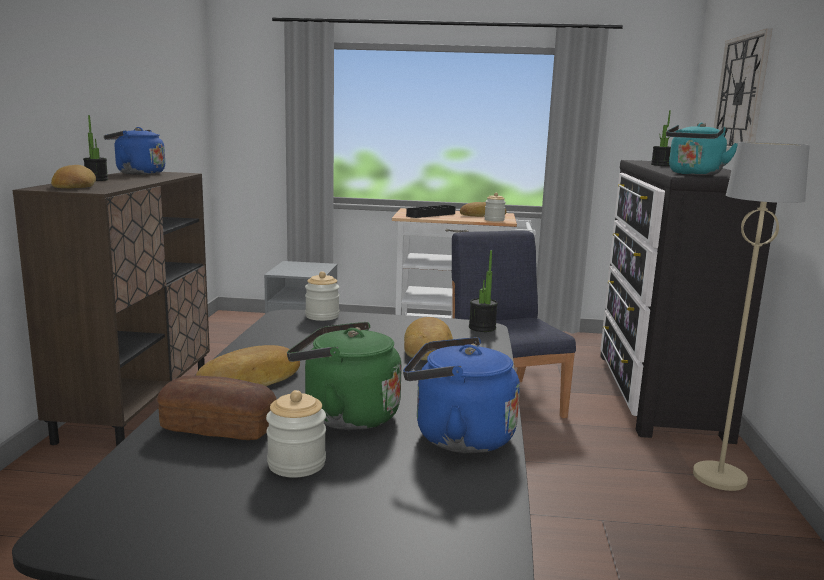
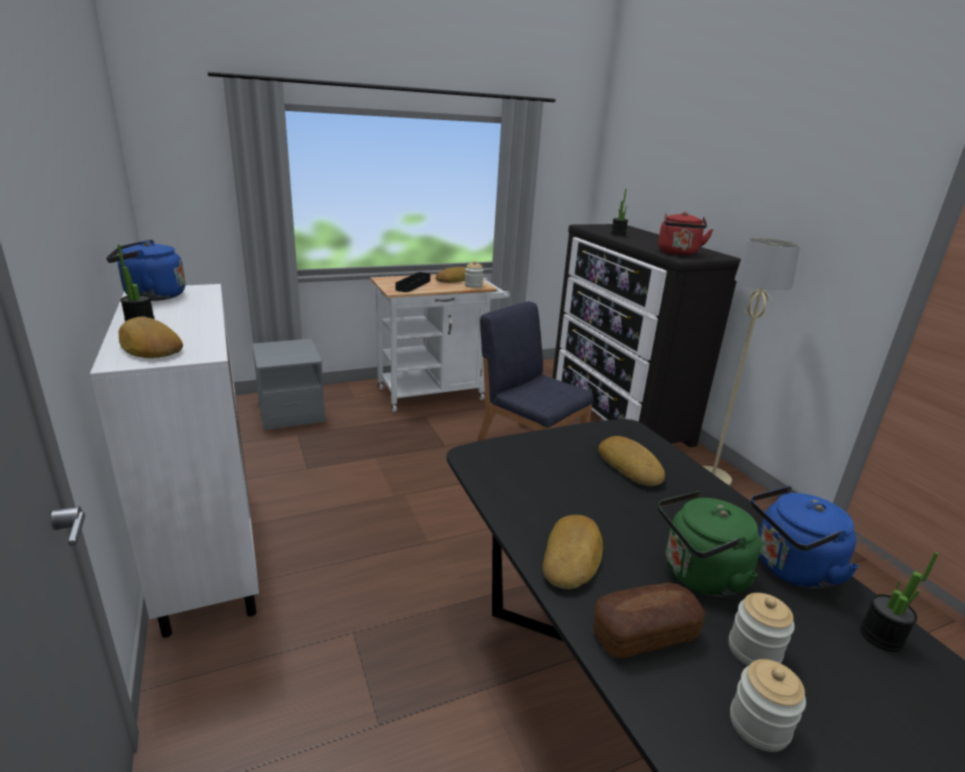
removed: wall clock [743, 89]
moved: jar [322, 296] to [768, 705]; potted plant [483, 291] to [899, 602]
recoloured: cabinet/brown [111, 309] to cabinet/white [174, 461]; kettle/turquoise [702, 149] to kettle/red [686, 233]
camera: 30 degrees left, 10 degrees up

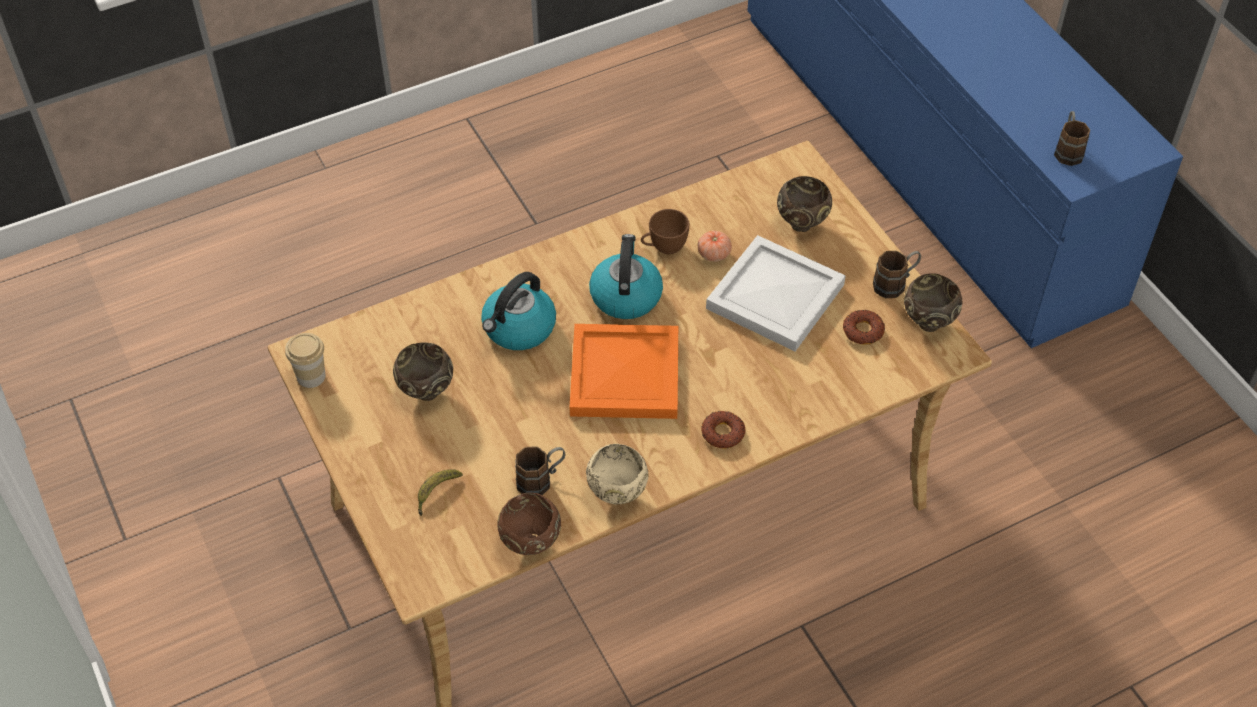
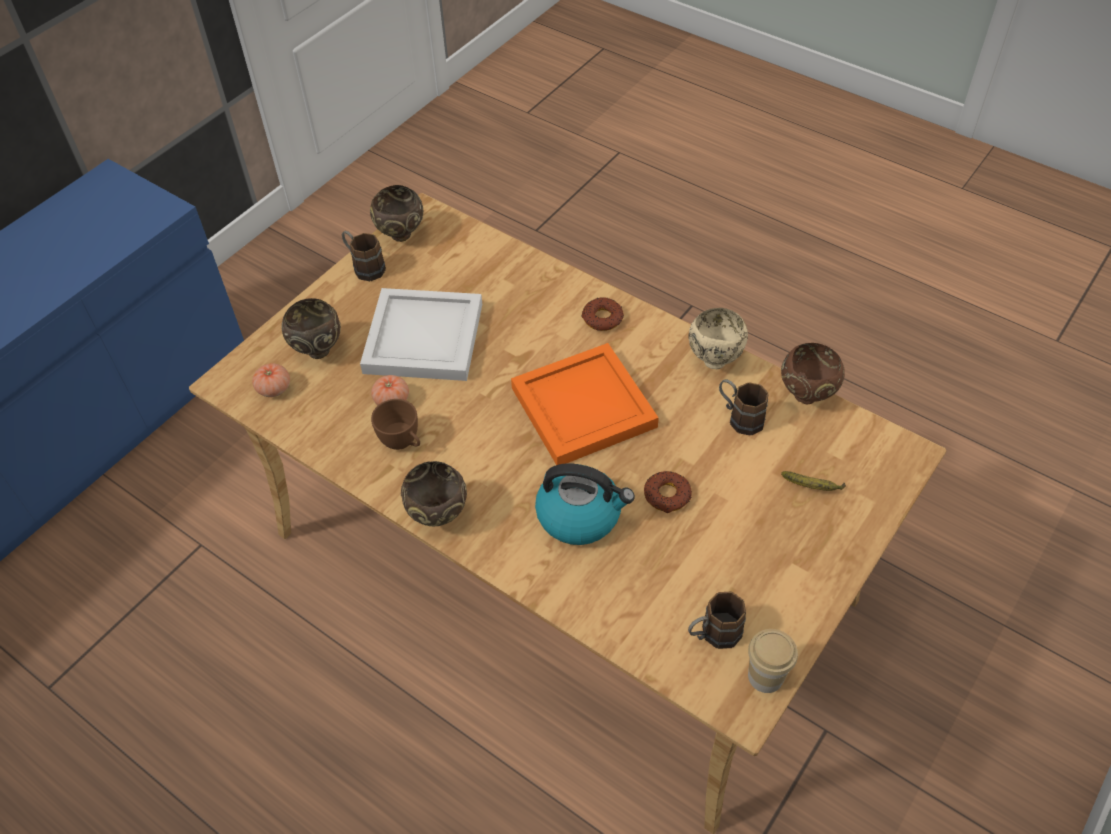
removed: kettle [626, 276]
added: tomato [271, 380]
moved: bowl/brown [423, 371] to [434, 493]; donut [864, 327] to [668, 492]; mug/brown [1072, 138] to [717, 620]
camera: 115 degrees left, 0 degrees up

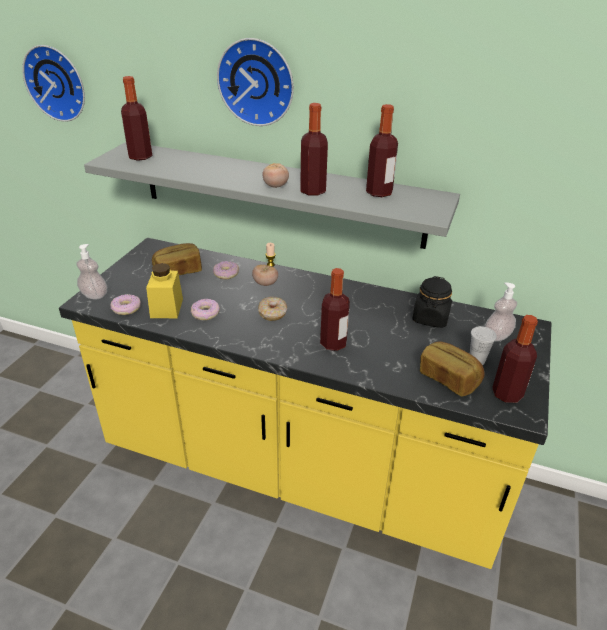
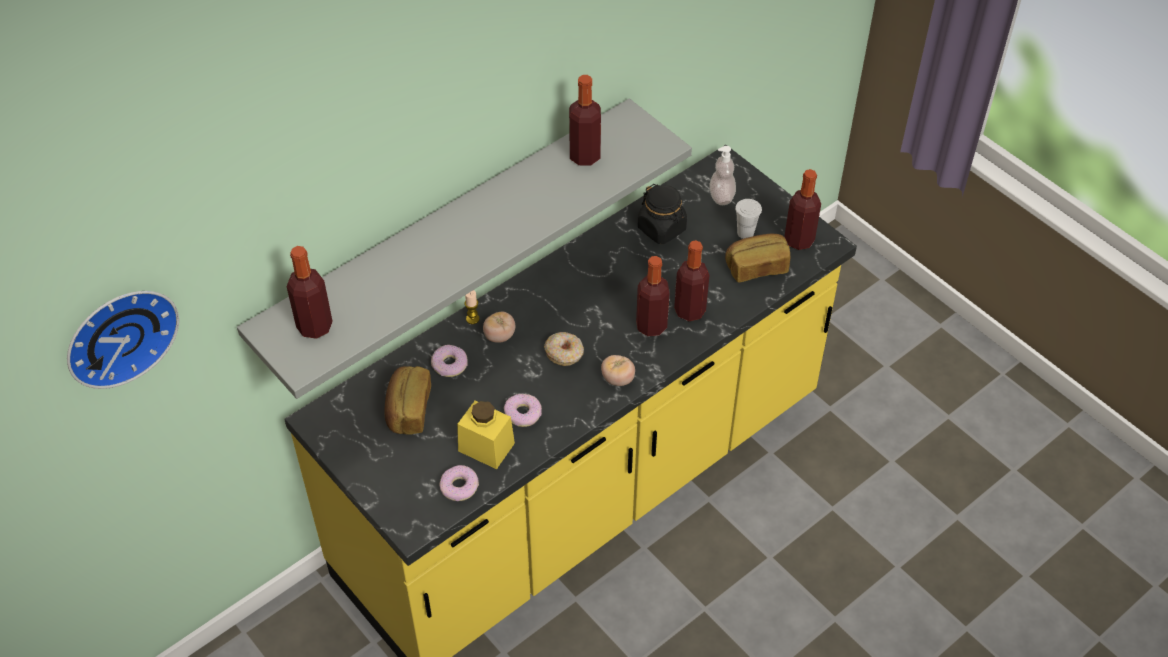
removed: soap dispenser [91, 272]; wall clock [255, 82]
moved: tomato [275, 175] to [618, 370]; bottle [314, 149] to [691, 280]
camera: 60 degrees left, 15 degrees up

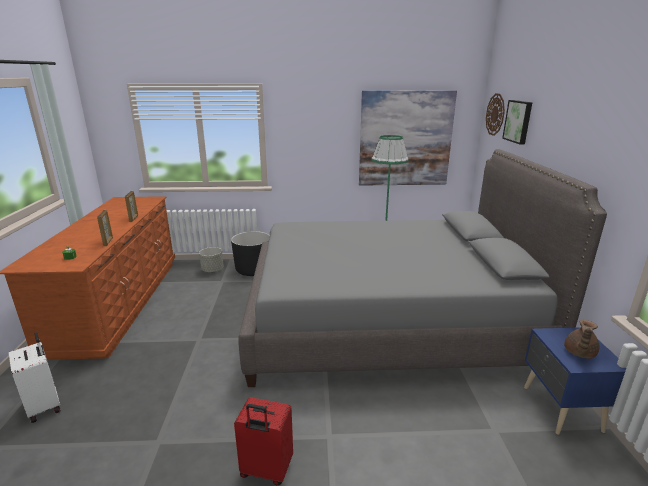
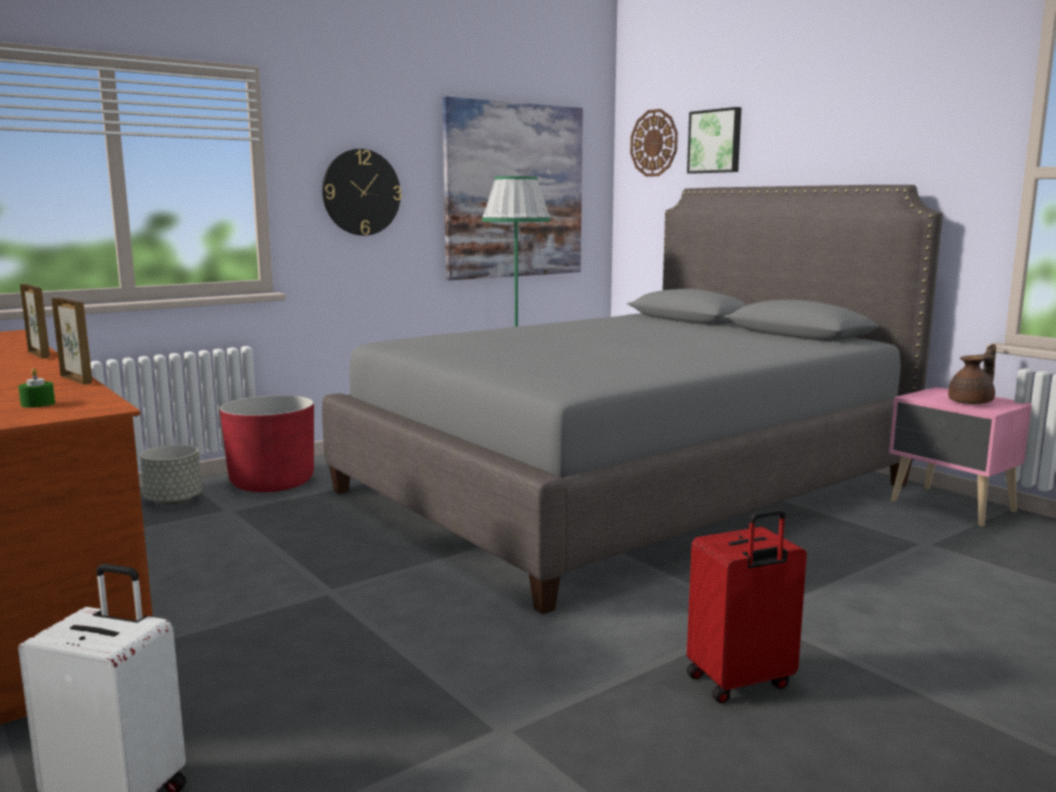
added: wall clock [362, 192]
recoloured: planter/black [250, 253] to planter/red [267, 443]; nightstand/blue [575, 381] to nightstand/pink [960, 457]
turned: teapot/brown [582, 339] = [972, 374] 120 degrees counterclockwise
camera: 35 degrees left, 10 degrees down

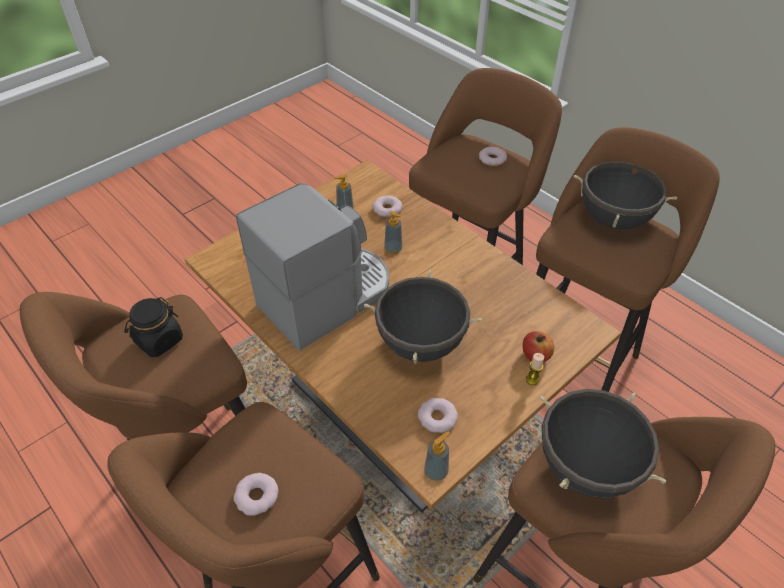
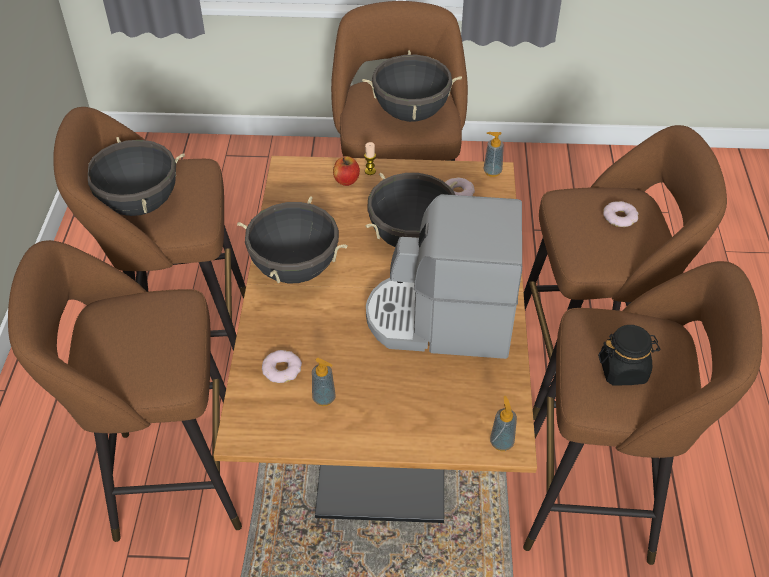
removed: donut [493, 156]
added: cooking pot/black [292, 240]
moved: soap dispenser [393, 232] to [503, 423]
camera: 135 degrees left, 0 degrees up

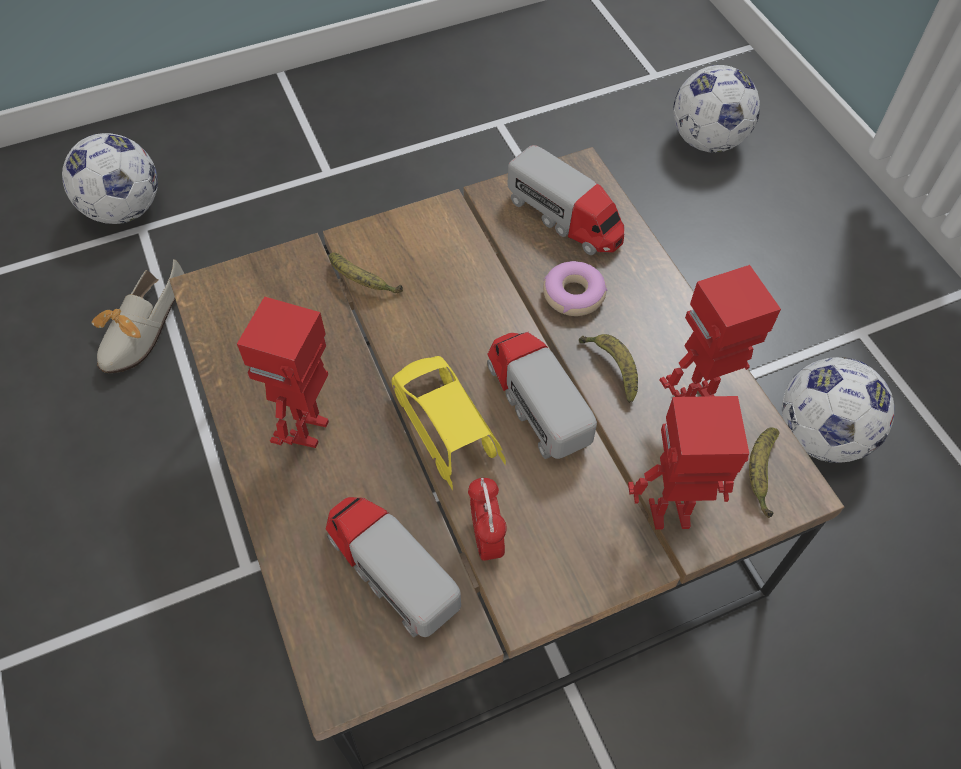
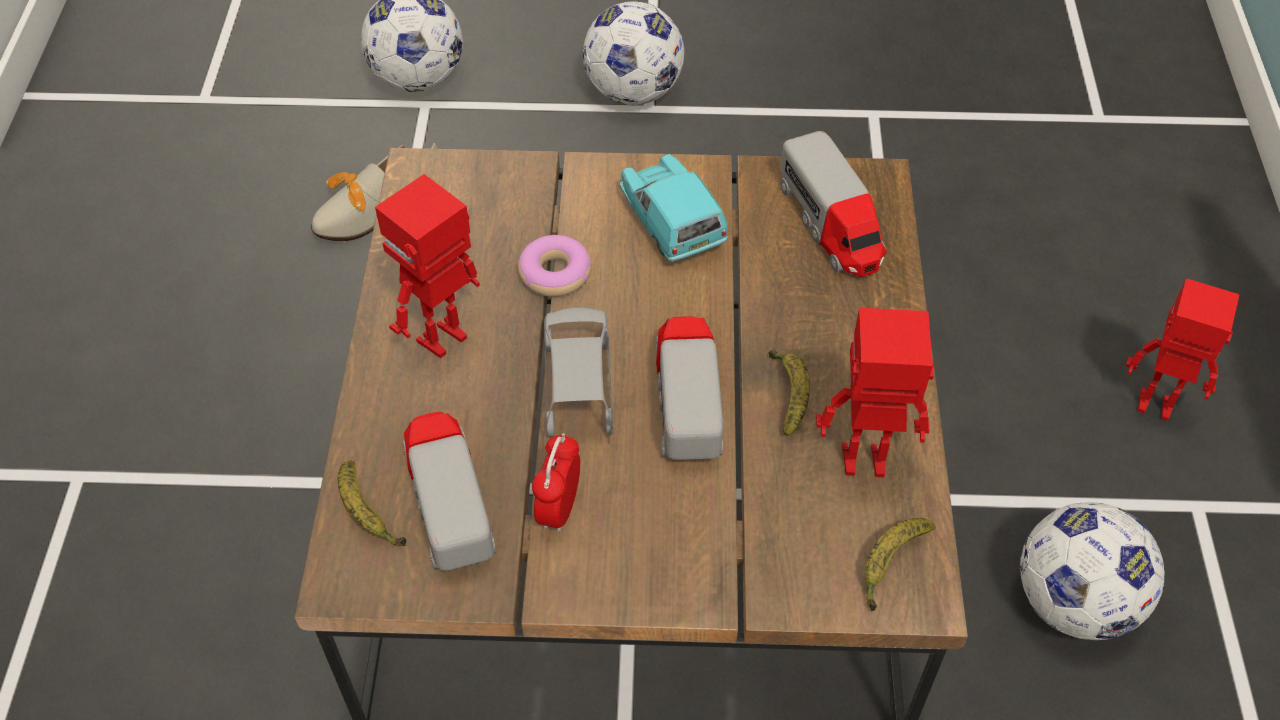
added: toy car/turquoise [674, 208]
moved: banana [366, 273] to [372, 503]; donut [575, 288] to [555, 266]; football [716, 109] to [633, 53]; toy robot [688, 463] to [1183, 349]
recoloured: toy car/yellow [449, 423] to toy car/grey [579, 374]
camera: 25 degrees right, 5 degrees down

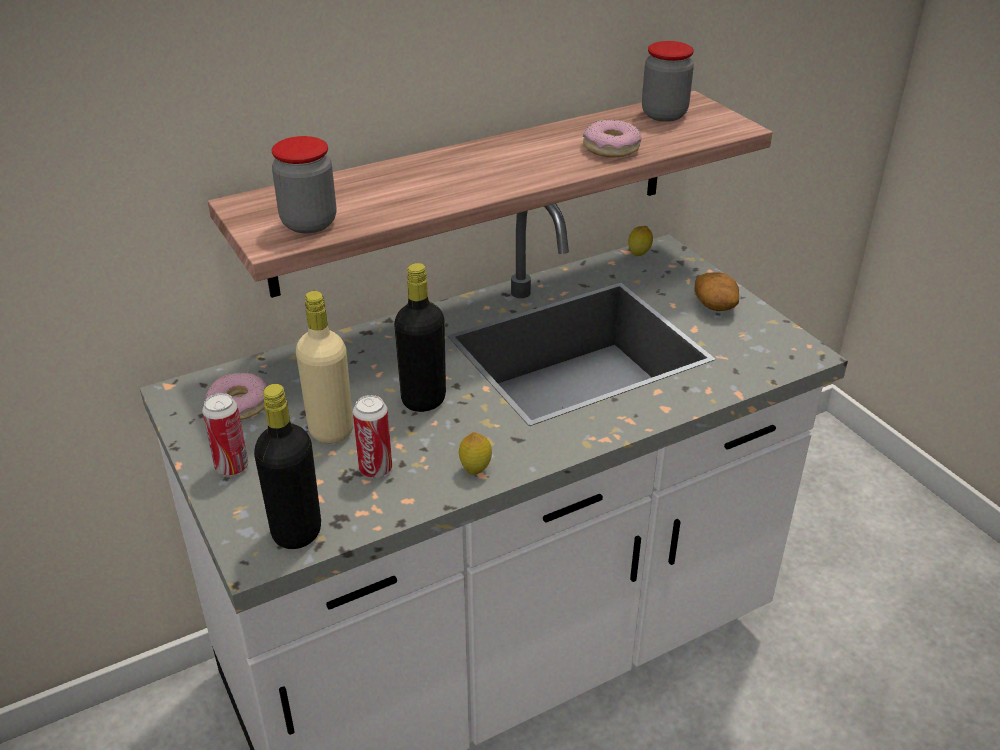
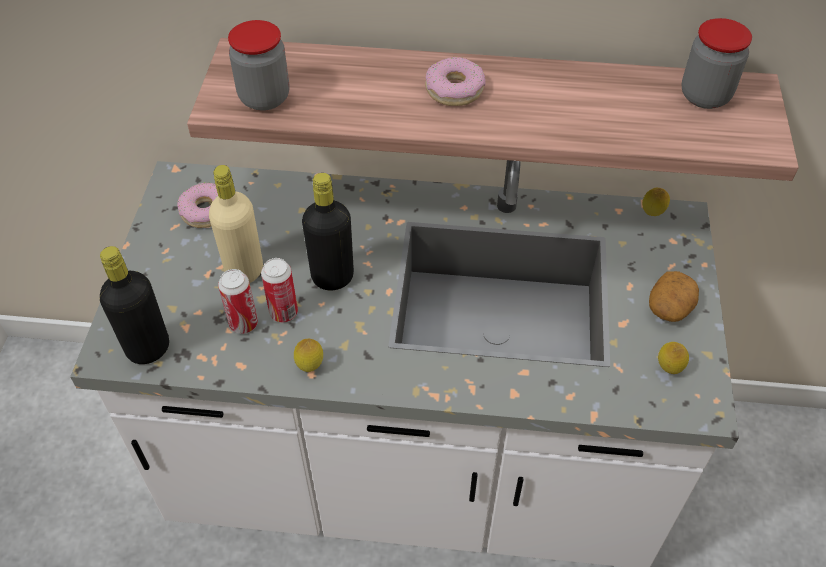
added: lemon [673, 358]
moved: can [225, 434] to [279, 290]; donut [612, 138] to [455, 81]
camera: 35 degrees right, 15 degrees up

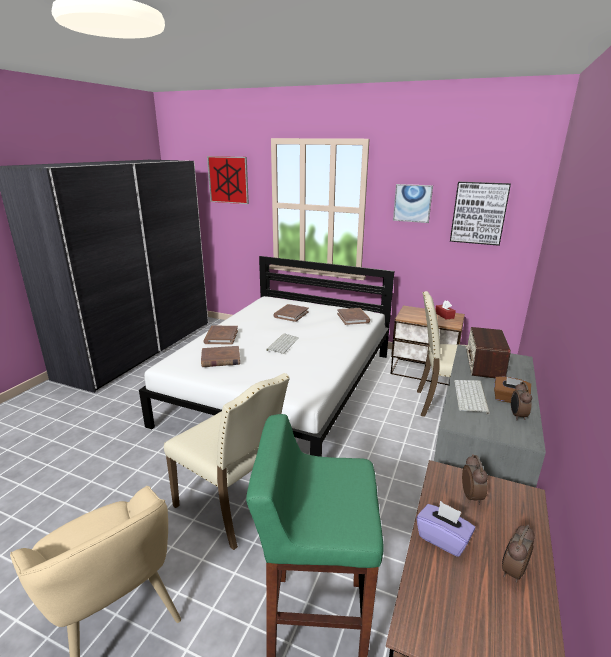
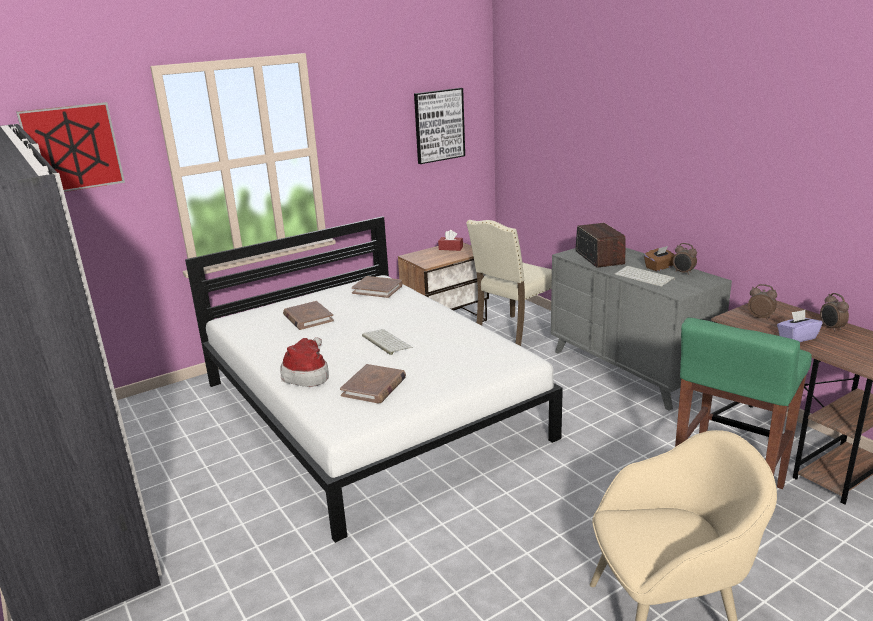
removed: chair/beige [227, 461]; picture [413, 203]
replaced: book/brown [220, 335] to hat [304, 362]
turned: radio [488, 352] = [600, 245] 150 degrees counterclockwise
camera: 55 degrees left, 0 degrees up

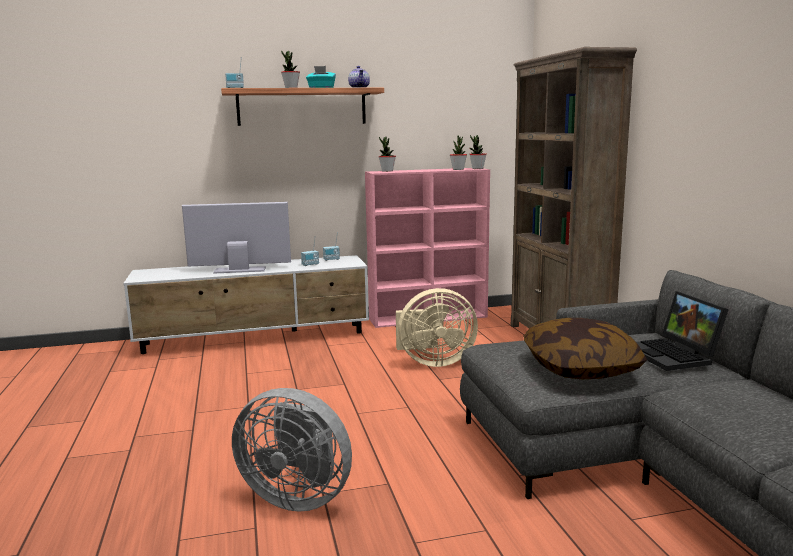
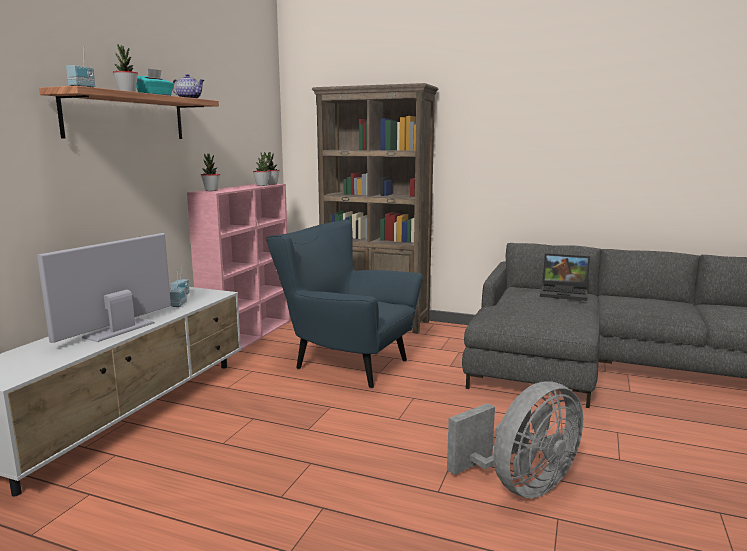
removed: pillow [585, 348]
replaced: fan/beige [437, 327] to armchair/blue [344, 304]
camera: 55 degrees left, 0 degrees up

